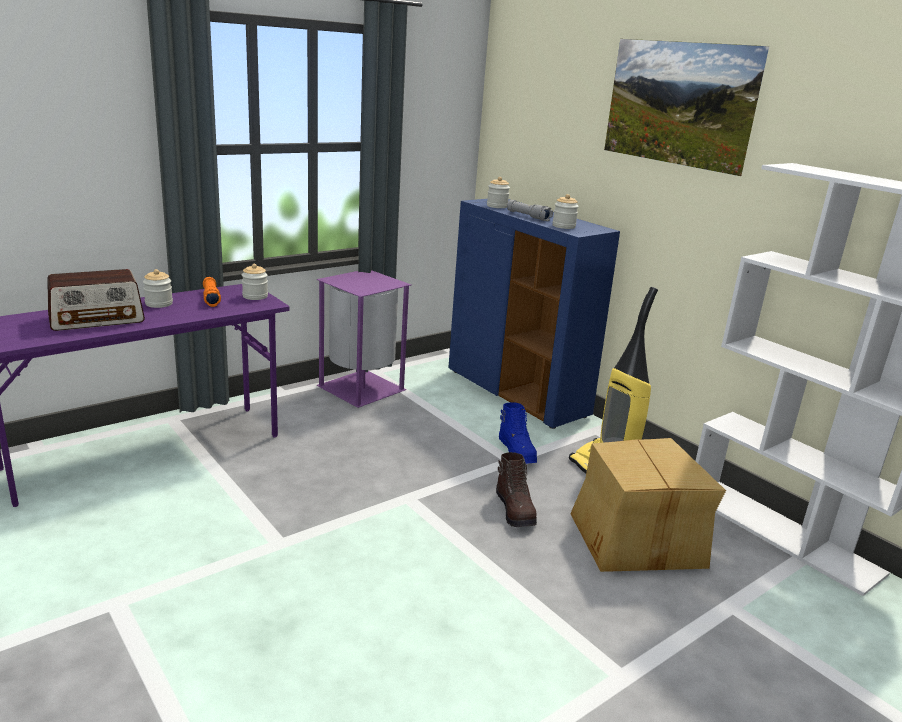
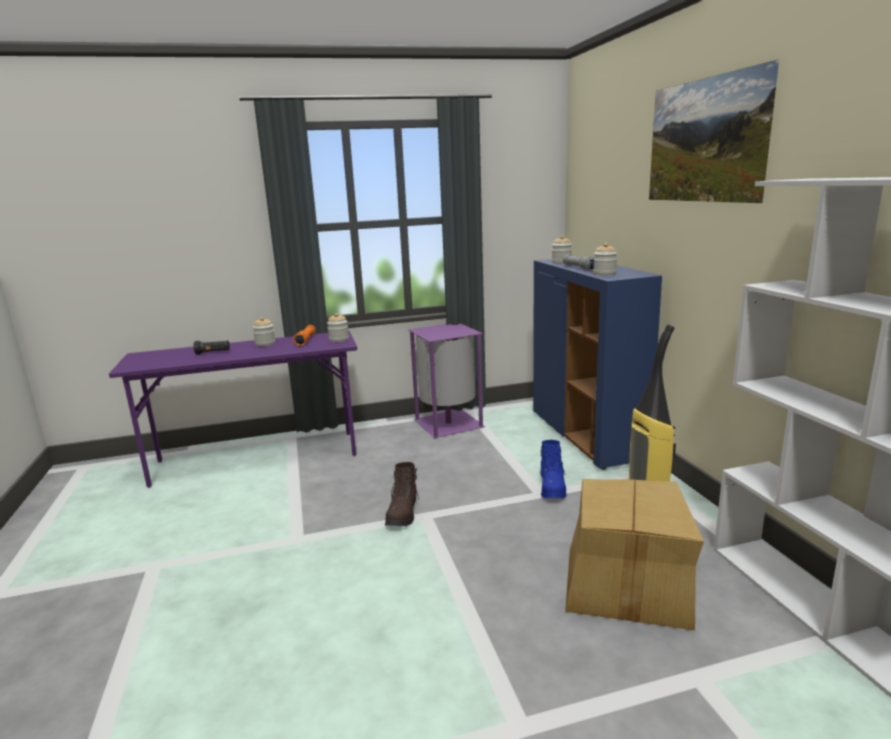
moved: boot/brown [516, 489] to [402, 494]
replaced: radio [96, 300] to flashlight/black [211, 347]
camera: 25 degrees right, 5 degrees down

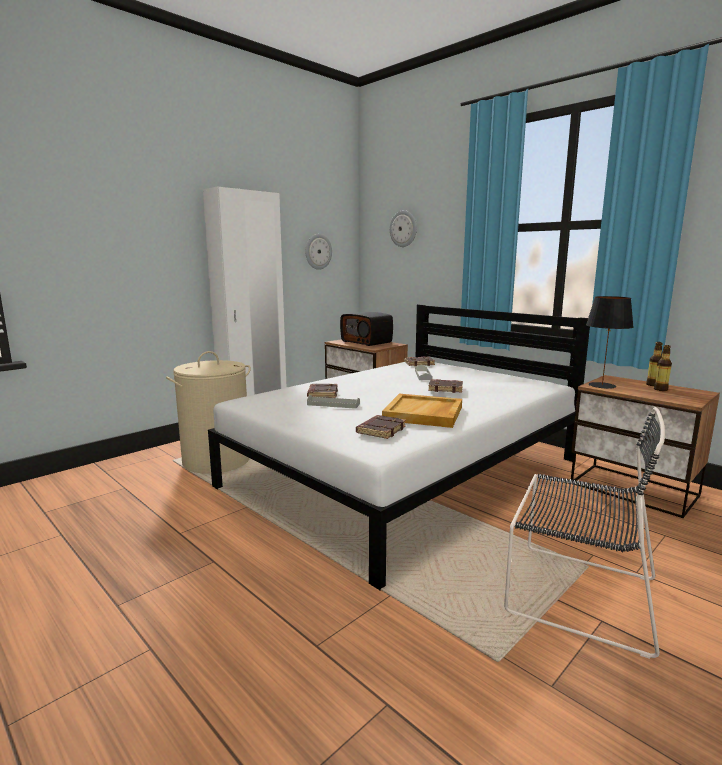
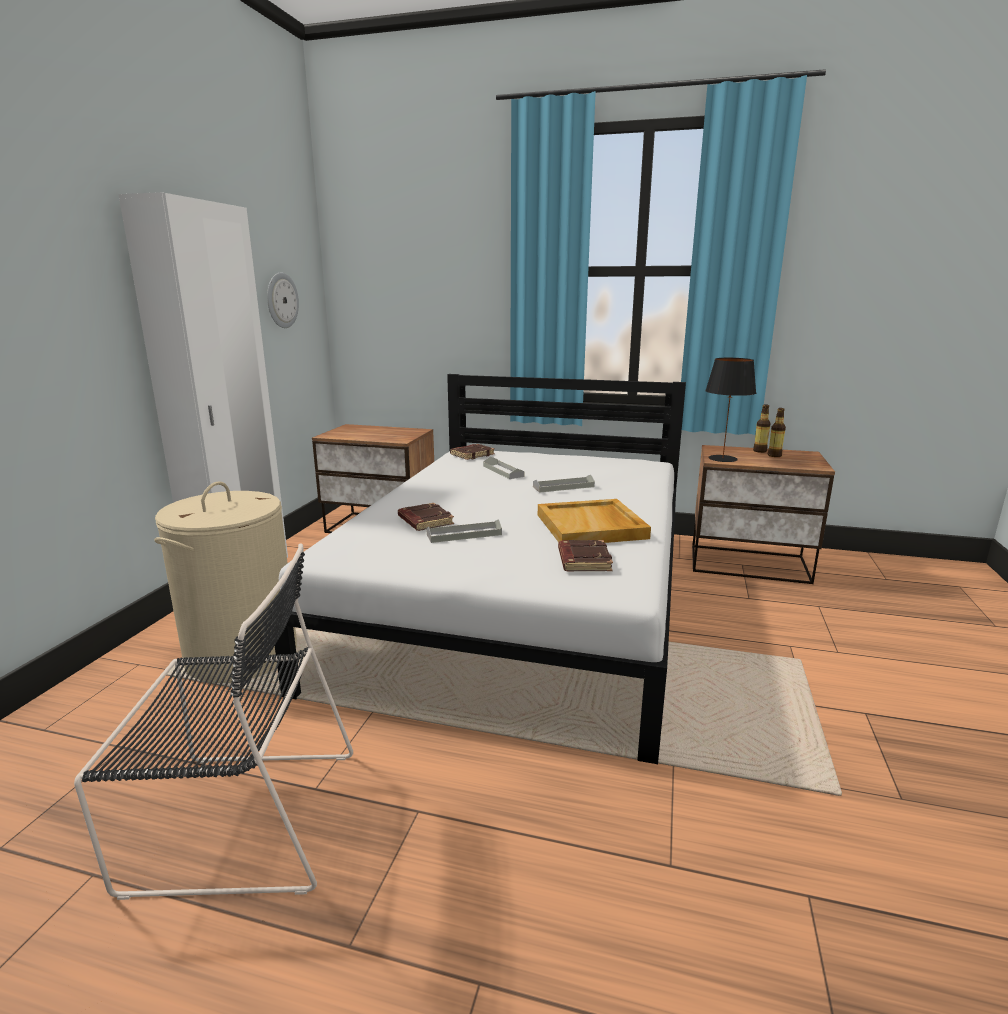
removed: radio [366, 329]; wall clock [403, 228]
moved: chair/black [584, 533] to [213, 721]
replaced: book/brown [445, 386] to tray/grey [564, 484]
camera: 30 degrees left, 5 degrees up

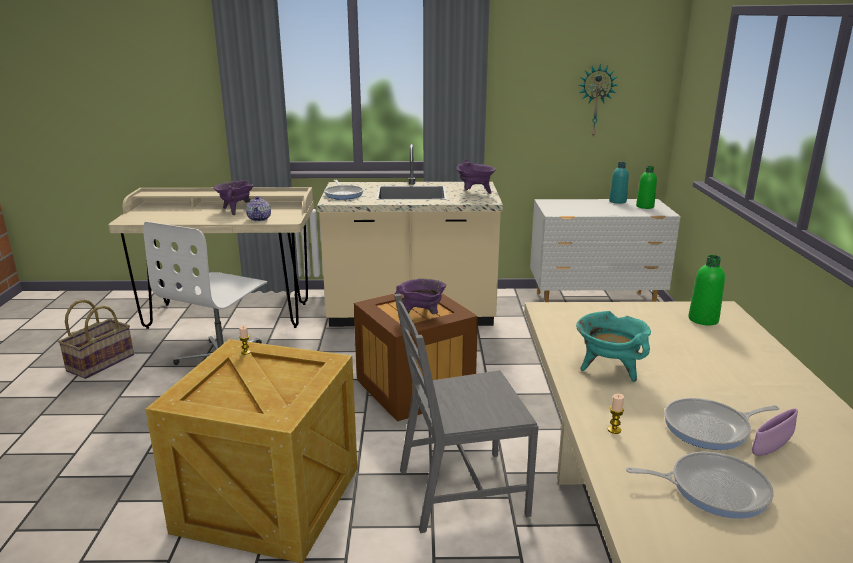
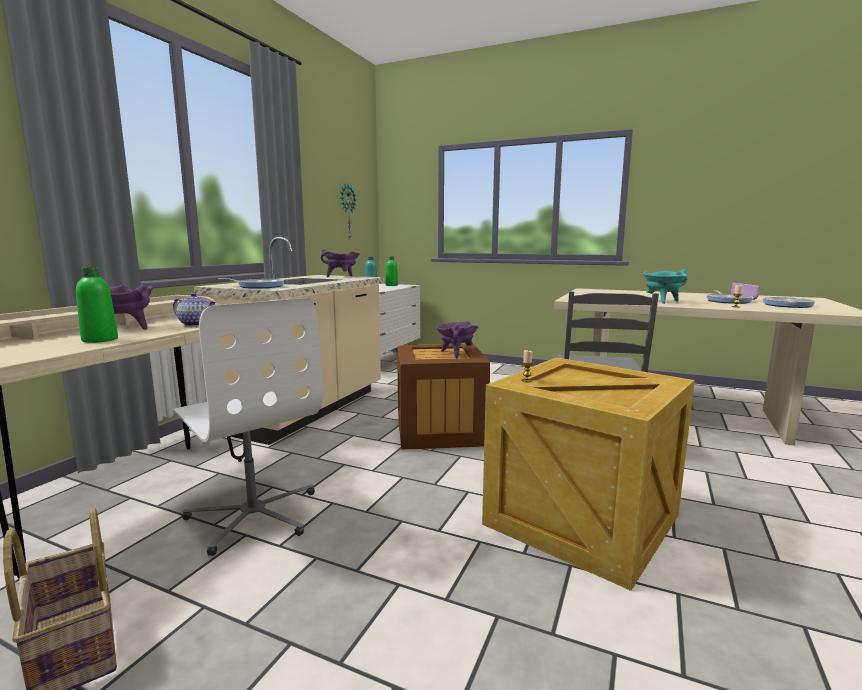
moved: bottle/green [706, 290] to [97, 305]
camera: 65 degrees left, 10 degrees down

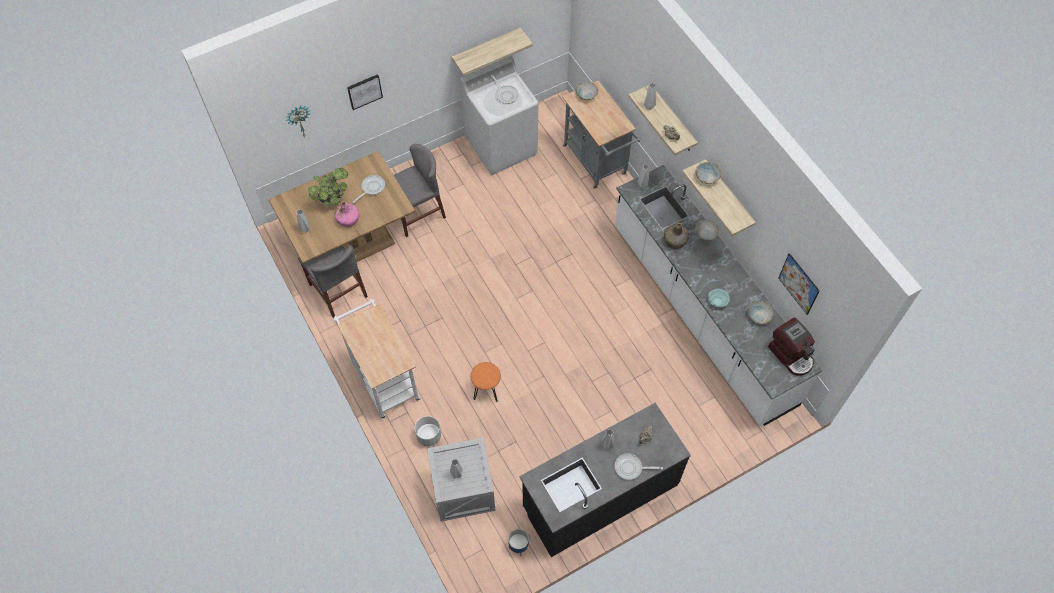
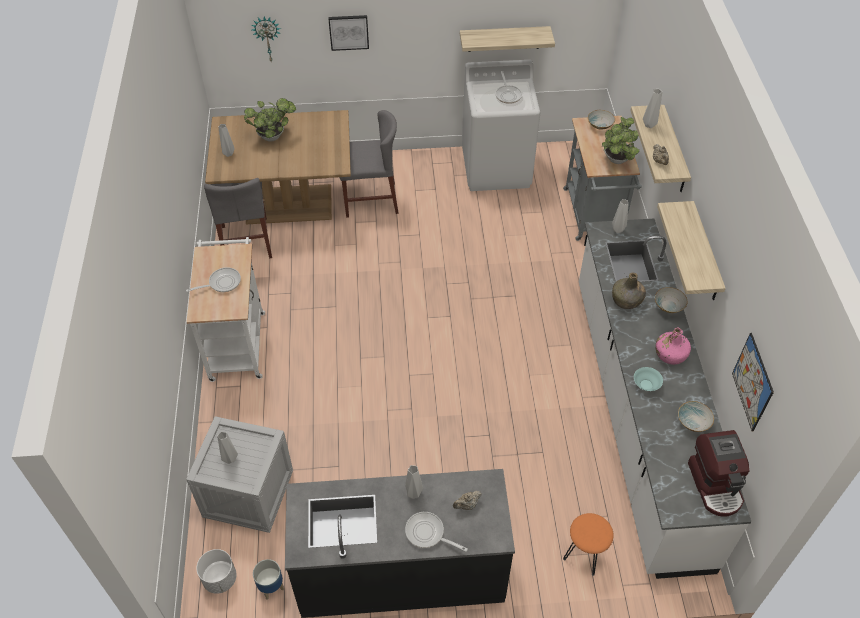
removed: bowl [708, 173]
added: potted plant [621, 140]
moved: frying pan [369, 189] to [213, 279]; planter/white [428, 431] to [216, 571]; stool/orange [485, 382] to [588, 544]; bottle/pink [347, 214] to [673, 346]
camera: 25 degrees right, 10 degrees down

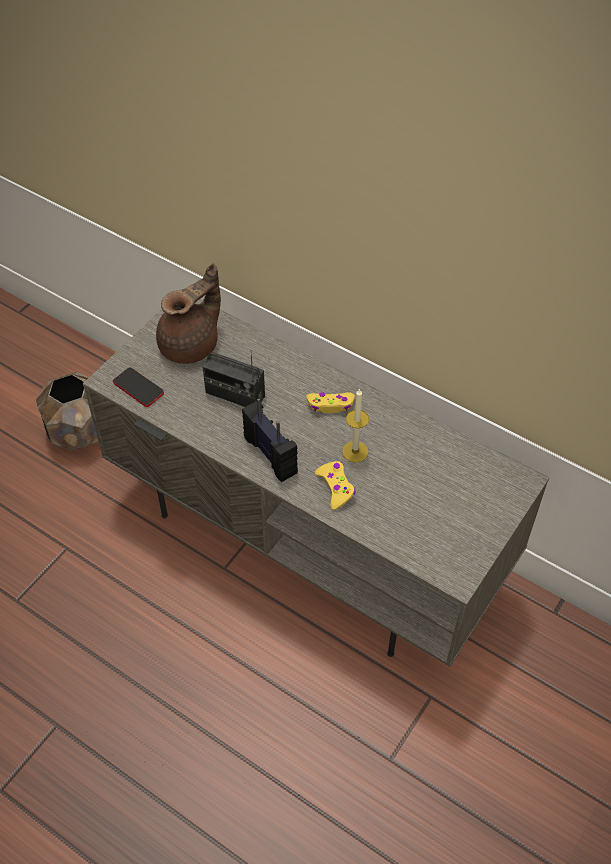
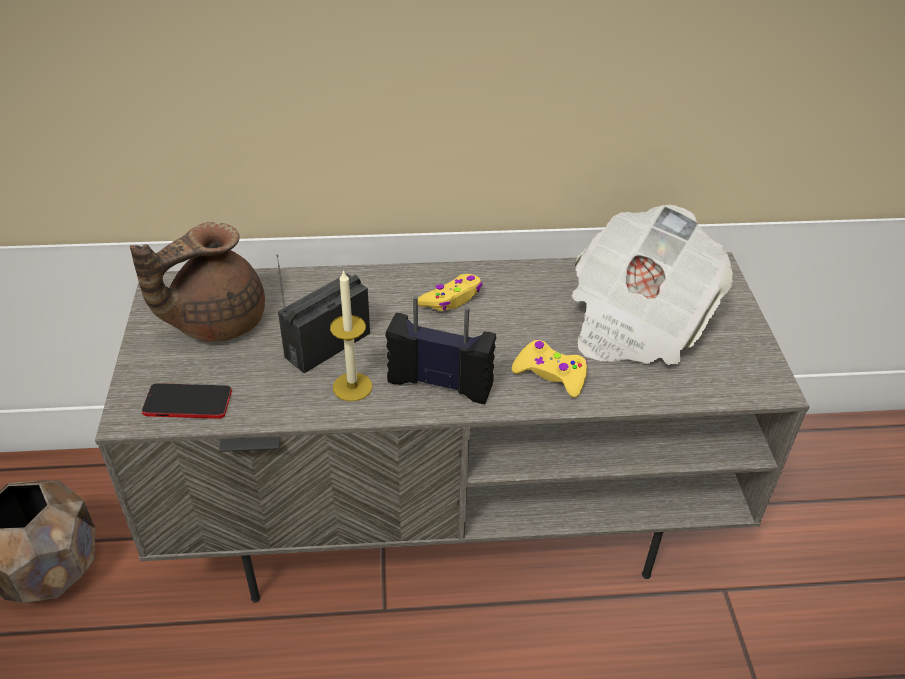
added: newspaper [652, 285]
moved: candle [355, 425] to [351, 335]
turned: teapot/brown [188, 313] = [197, 282] 135 degrees counterclockwise; radio [234, 378] = [323, 313] 150 degrees clockwise
camera: 40 degrees left, 10 degrees down

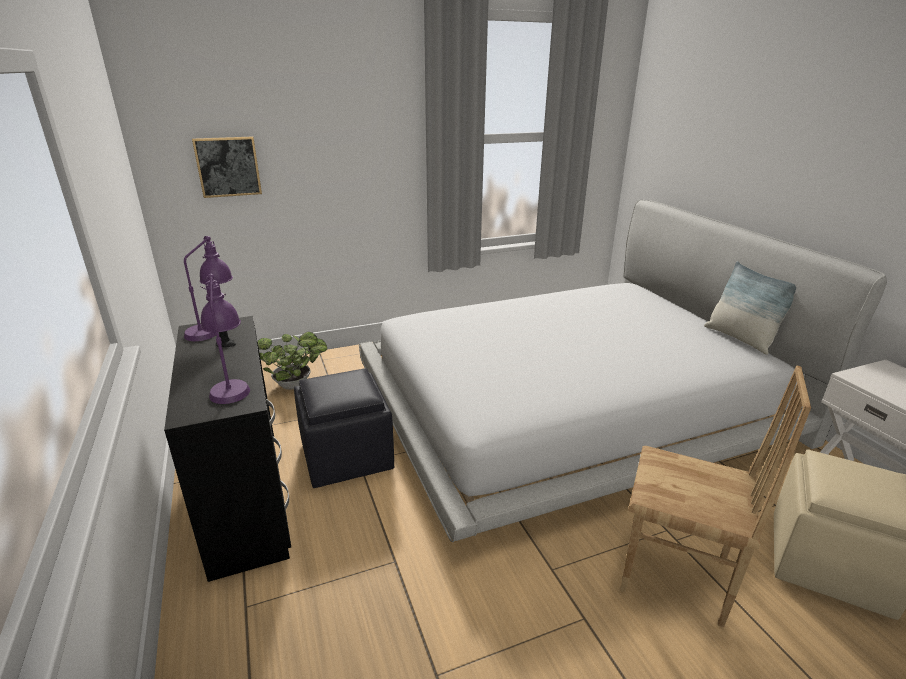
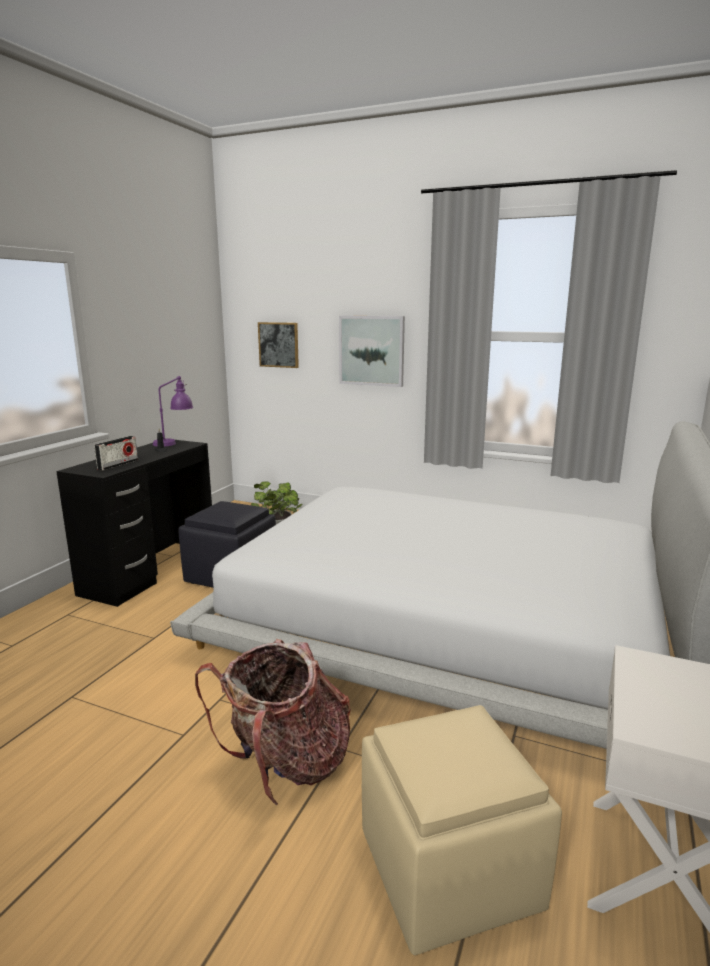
removed: pillow [750, 308]
added: picture [372, 351]
replaced: table lamp/purple [225, 339] to radio [116, 453]; chair/brown [715, 496] to backpack [273, 722]
camera: 45 degrees right, 10 degrees down

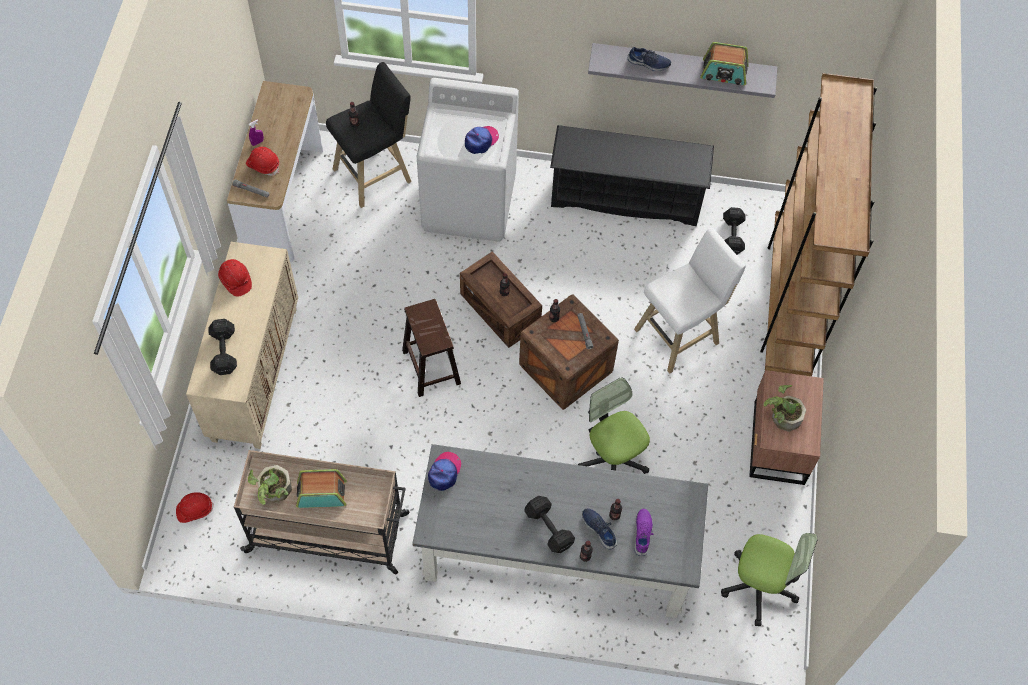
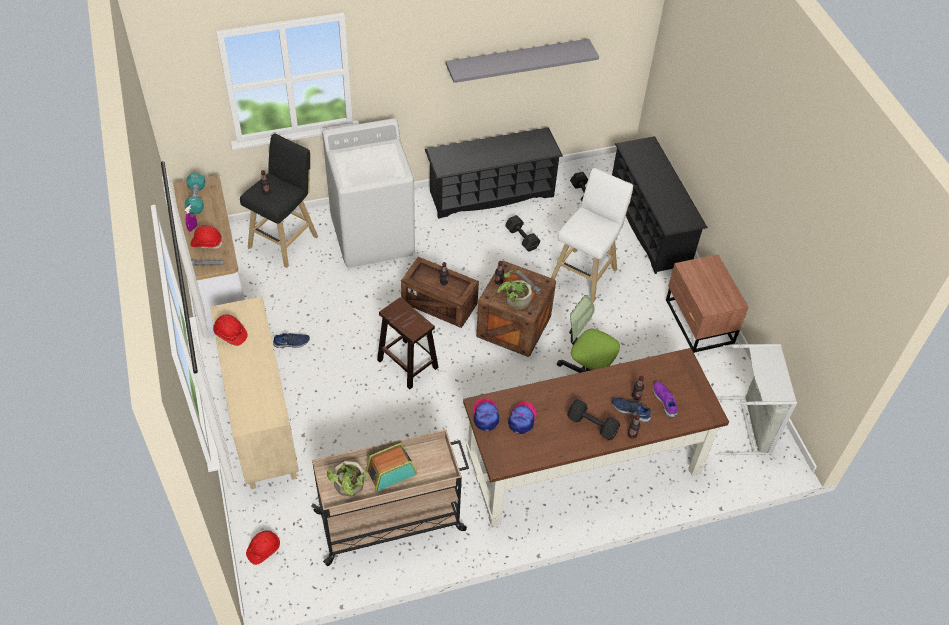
removed: radio [724, 63]
added: dumbbell/turquoise [195, 193]
moved: shoe/blue [649, 59] to [291, 340]; potted plant [785, 408] to [514, 289]; dumbbell/black [222, 347] to [522, 233]; cap [482, 140] to [522, 418]
replaced: bookcase/brown [818, 224] to shoe rack/black [660, 205]; office chair [769, 579] to laundry basket/grey [756, 400]
recoloured: desk/grey [560, 531] to desk/brown [596, 437]
camera: 25 degrees left, 10 degrees down

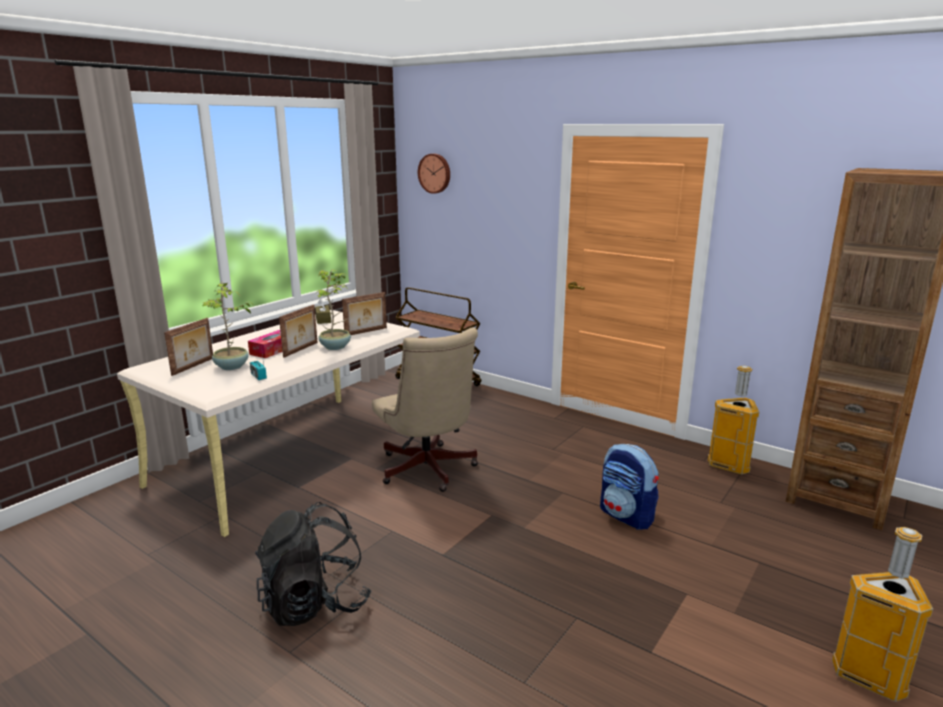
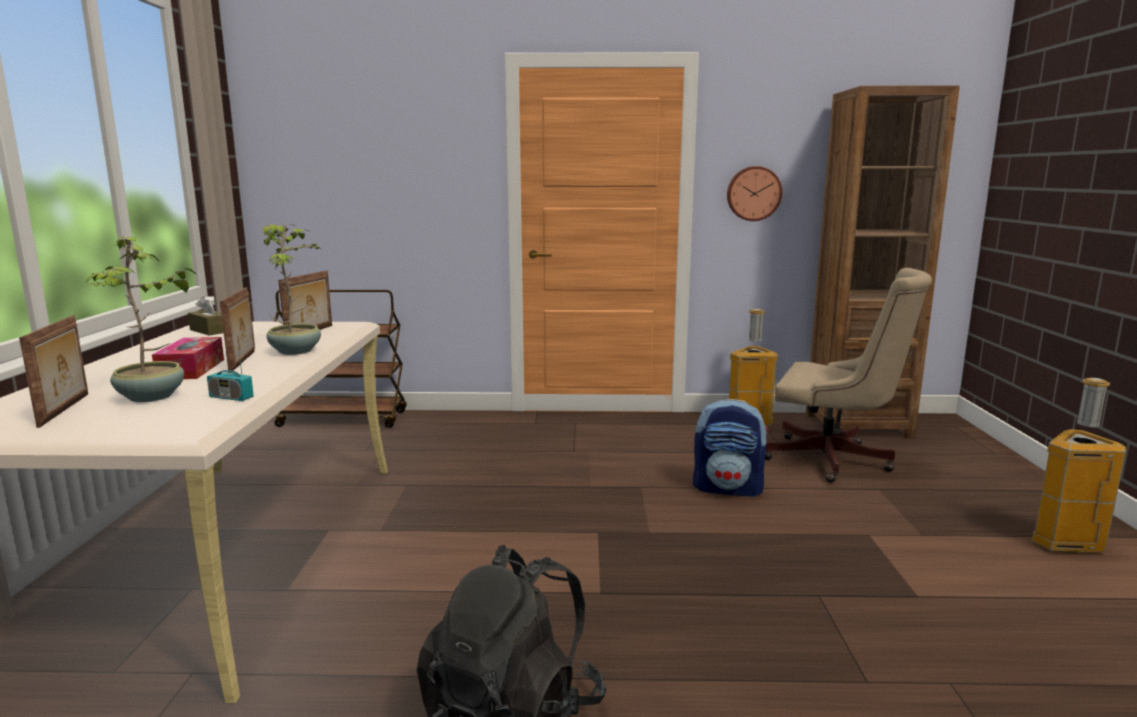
moved: wall clock [434, 174] to [754, 193]; office chair/beige [425, 409] to [848, 375]
camera: 35 degrees left, 5 degrees down

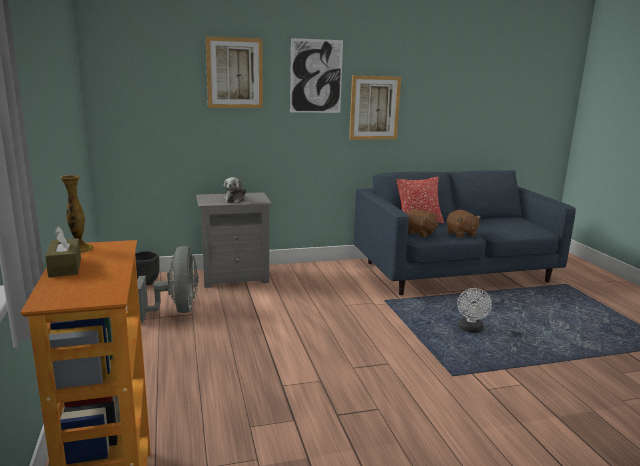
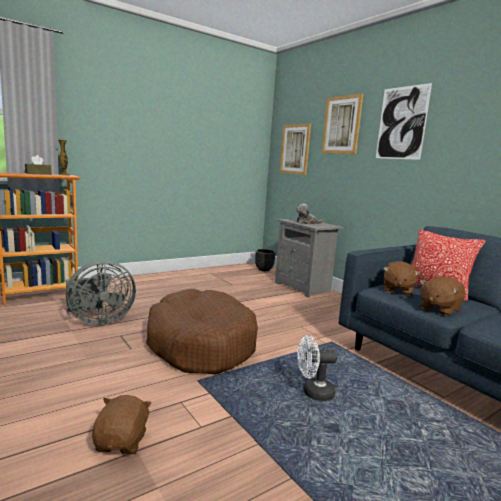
added: plush toy/brown [122, 424]; dog bed/brown [202, 332]
moved: fan/grey [167, 284] to [101, 292]; picture [375, 107] to [295, 149]
camera: 70 degrees right, 5 degrees down

